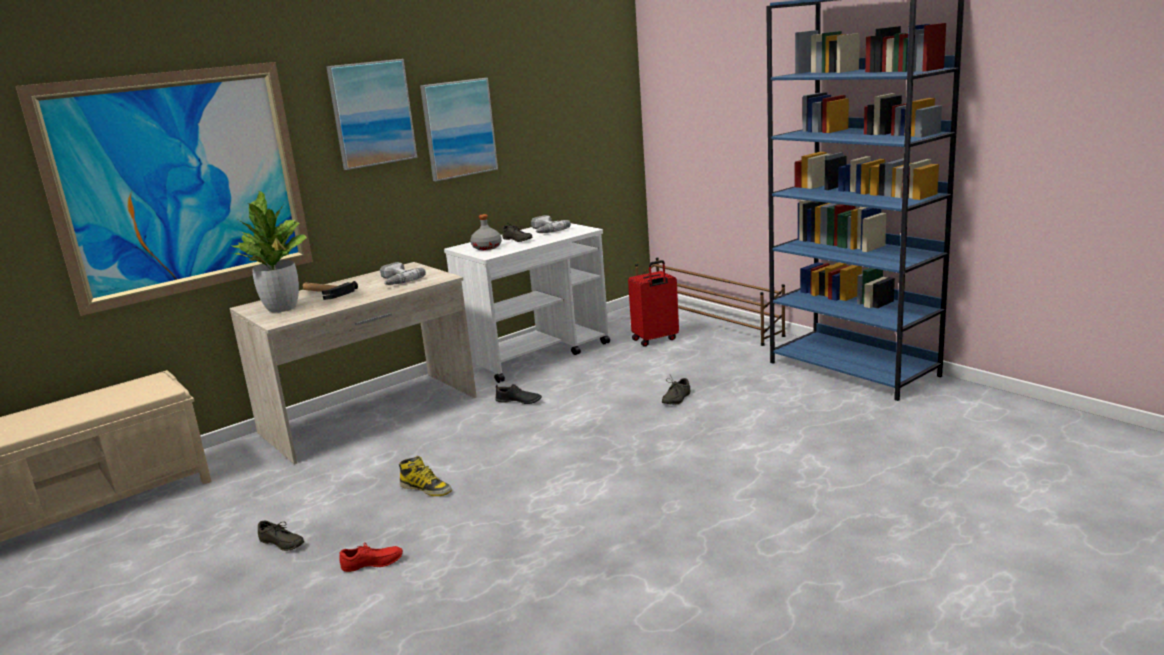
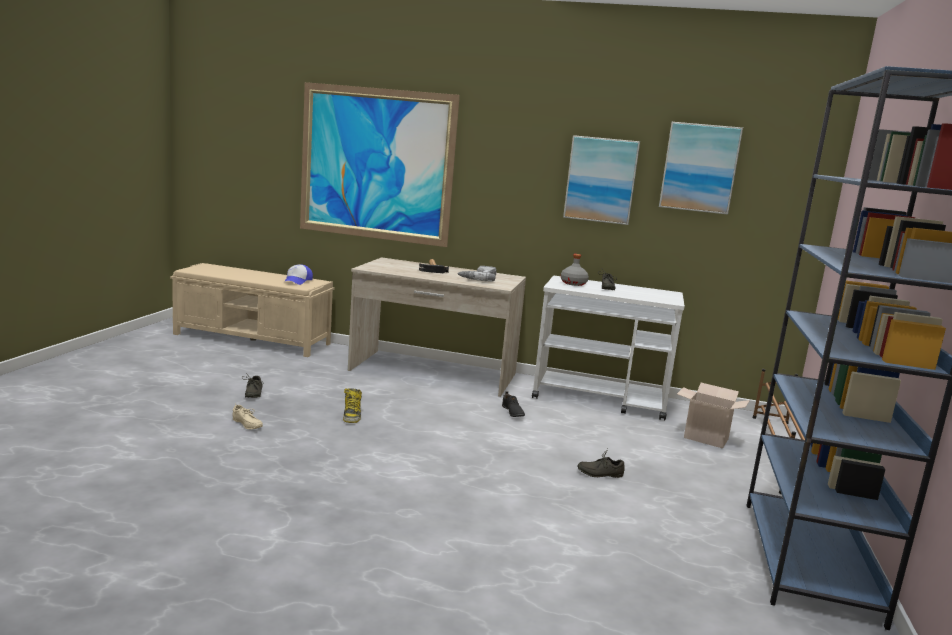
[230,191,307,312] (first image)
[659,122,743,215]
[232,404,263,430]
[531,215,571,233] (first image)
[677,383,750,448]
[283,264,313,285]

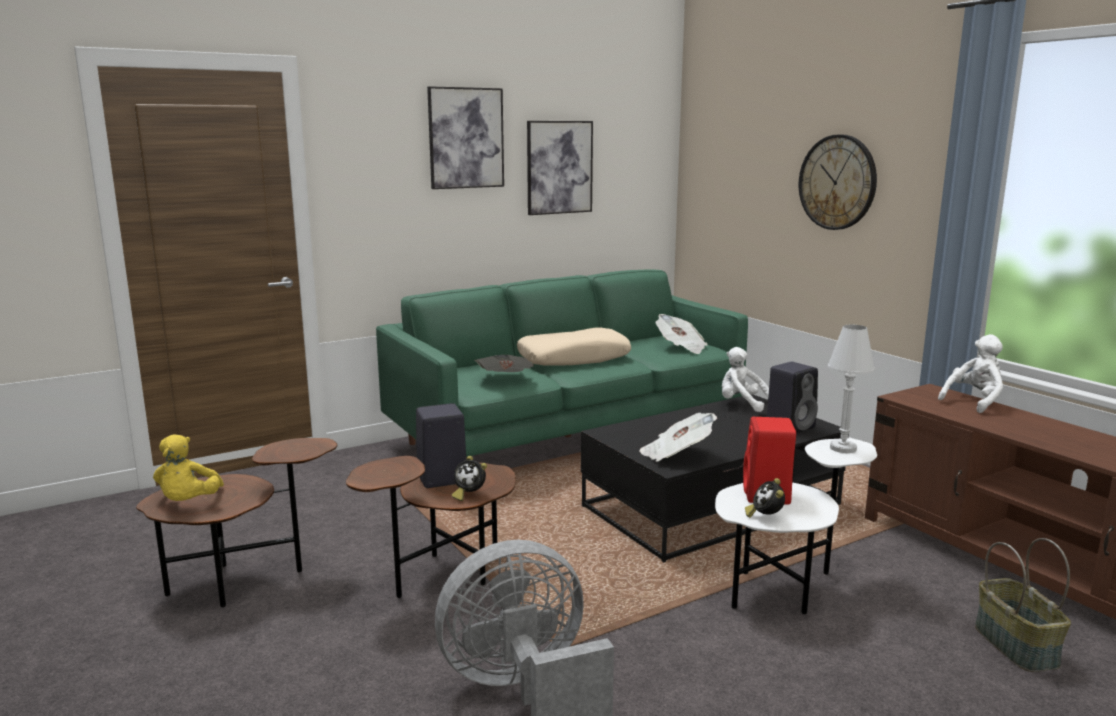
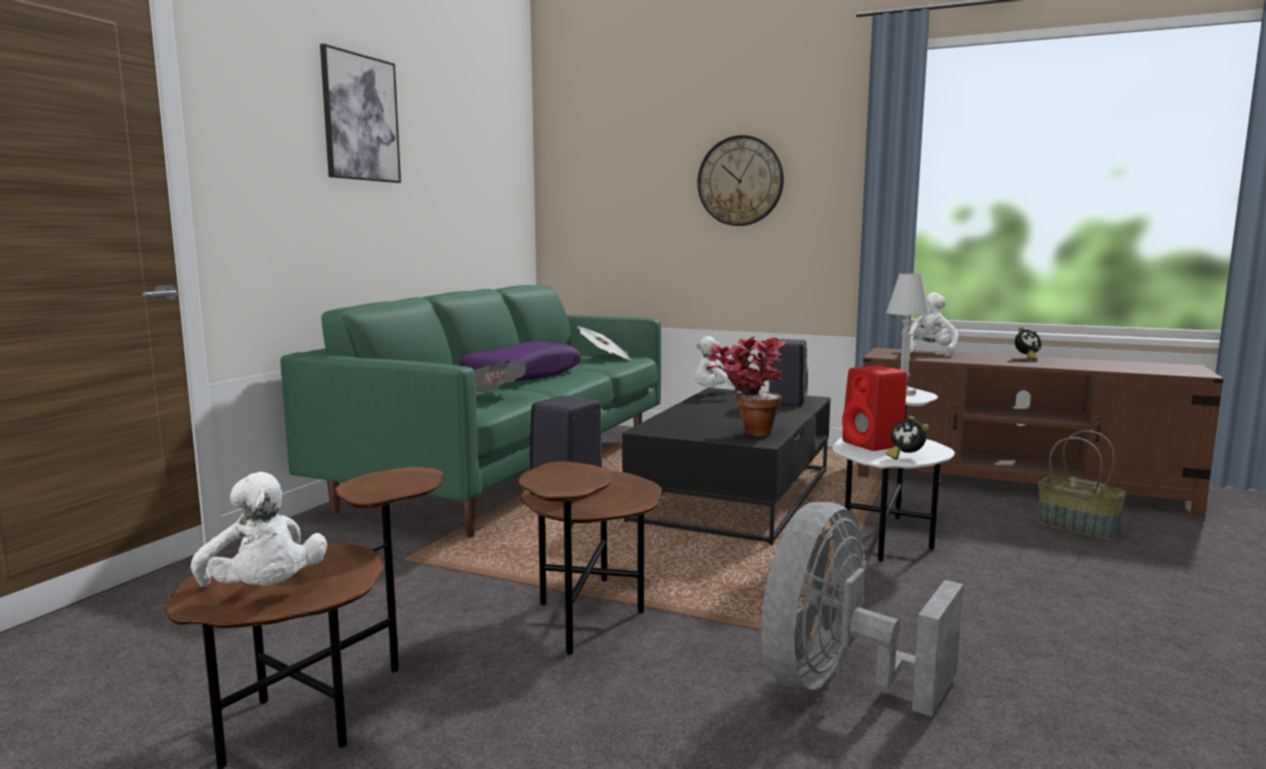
[191,472,327,587]
[1015,327,1041,361]
[459,342,581,381]
[527,121,593,215] (first image)
[707,336,786,437]

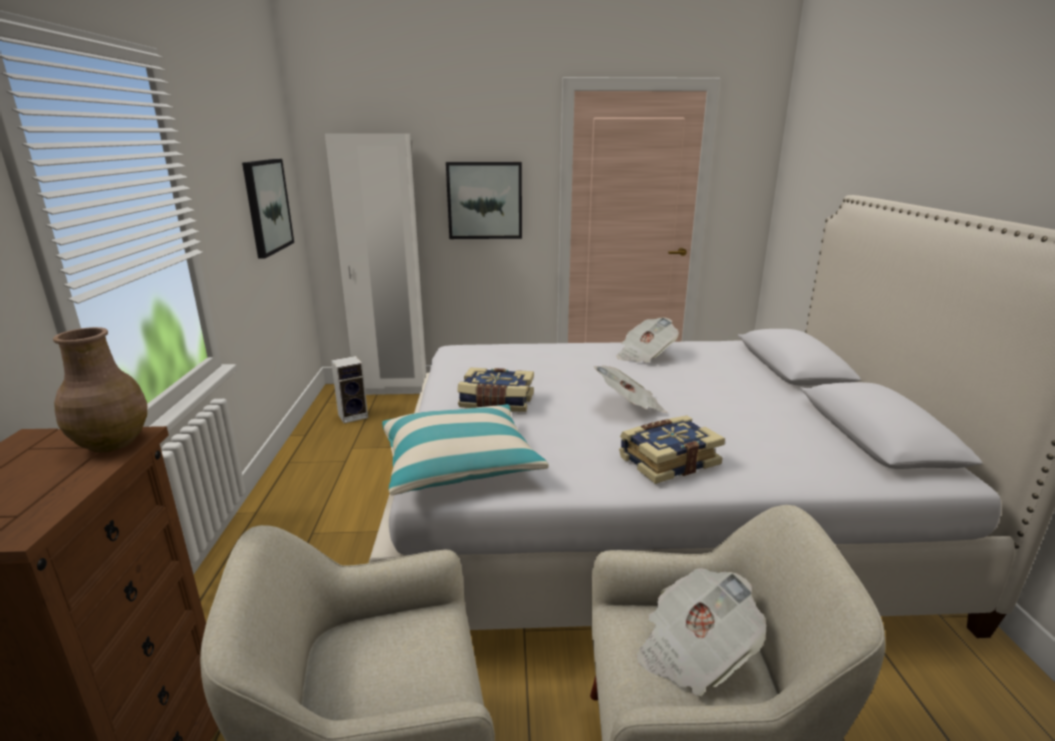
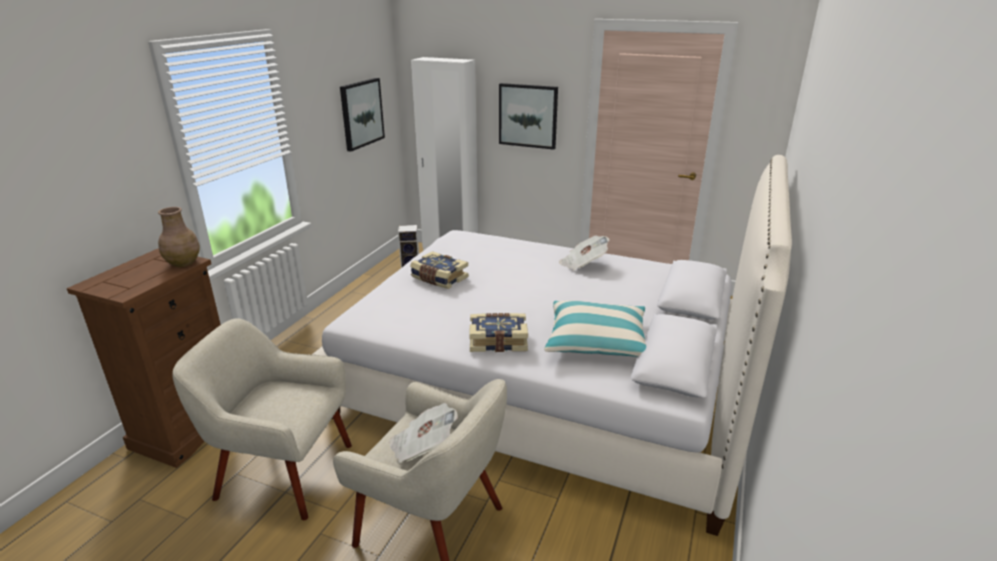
[545,301,646,357]
[594,366,667,413] (first image)

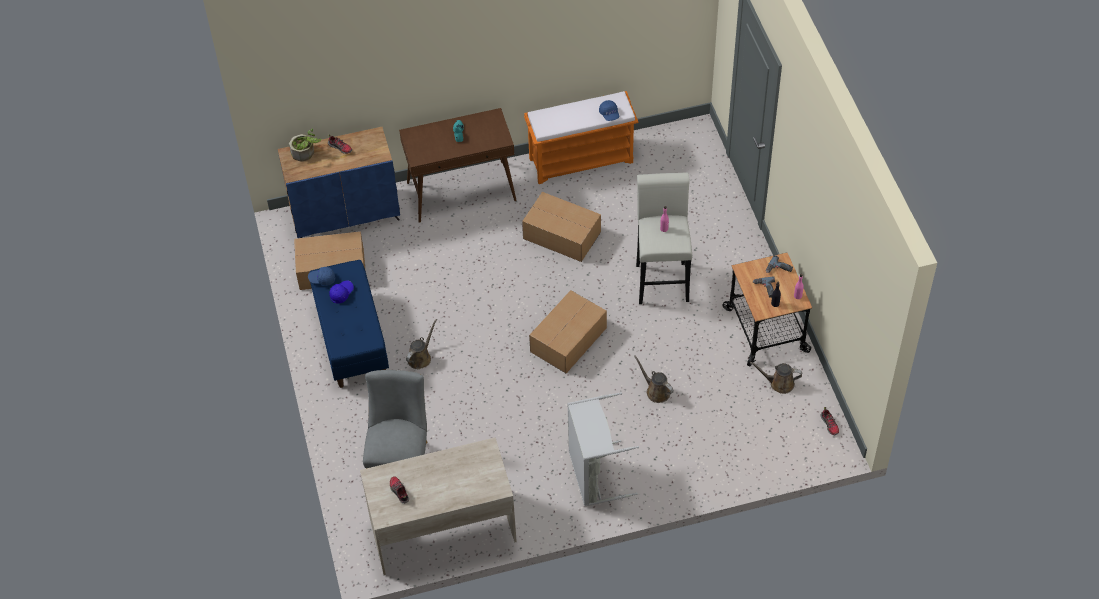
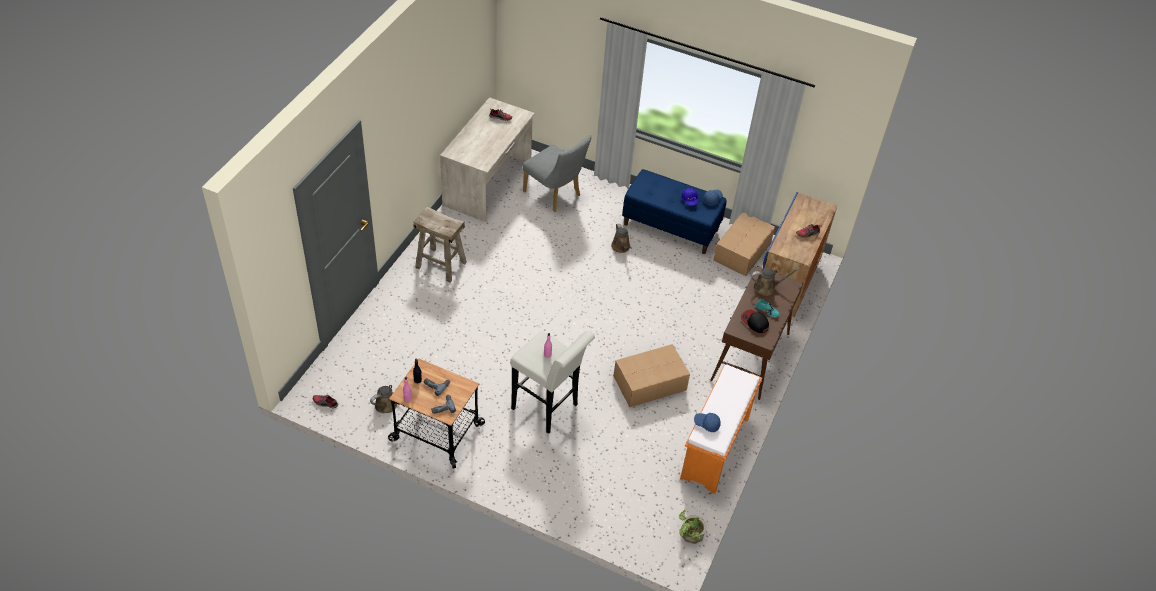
[679,510,707,544]
[529,290,607,373] (first image)
[413,207,467,283]
[751,268,800,296]
[741,310,769,333]

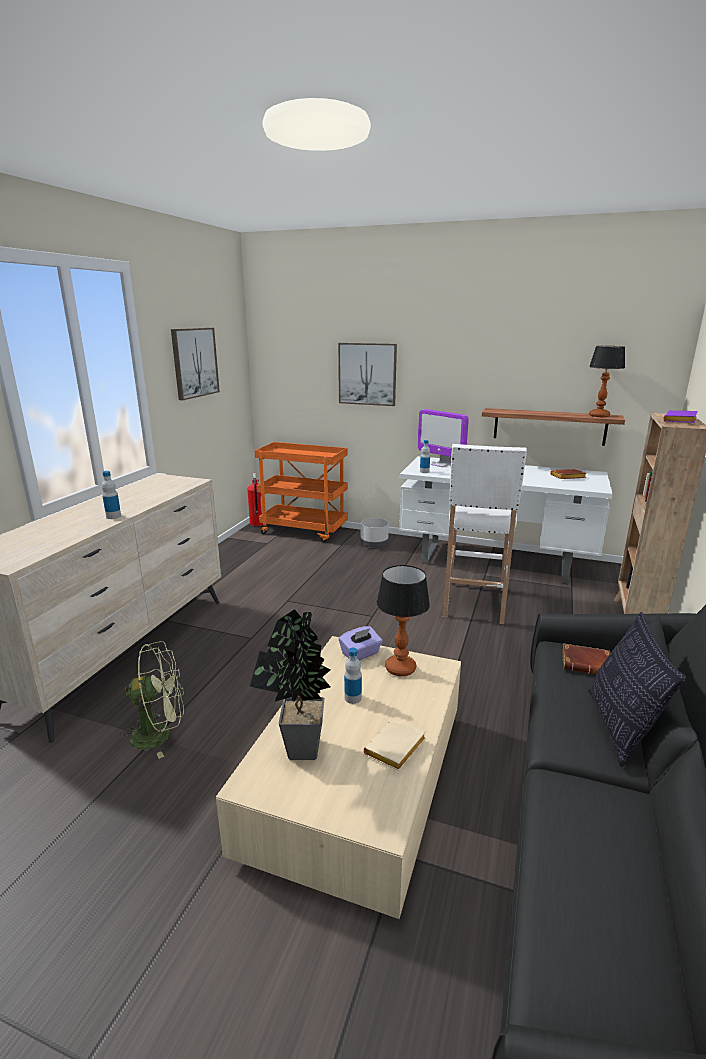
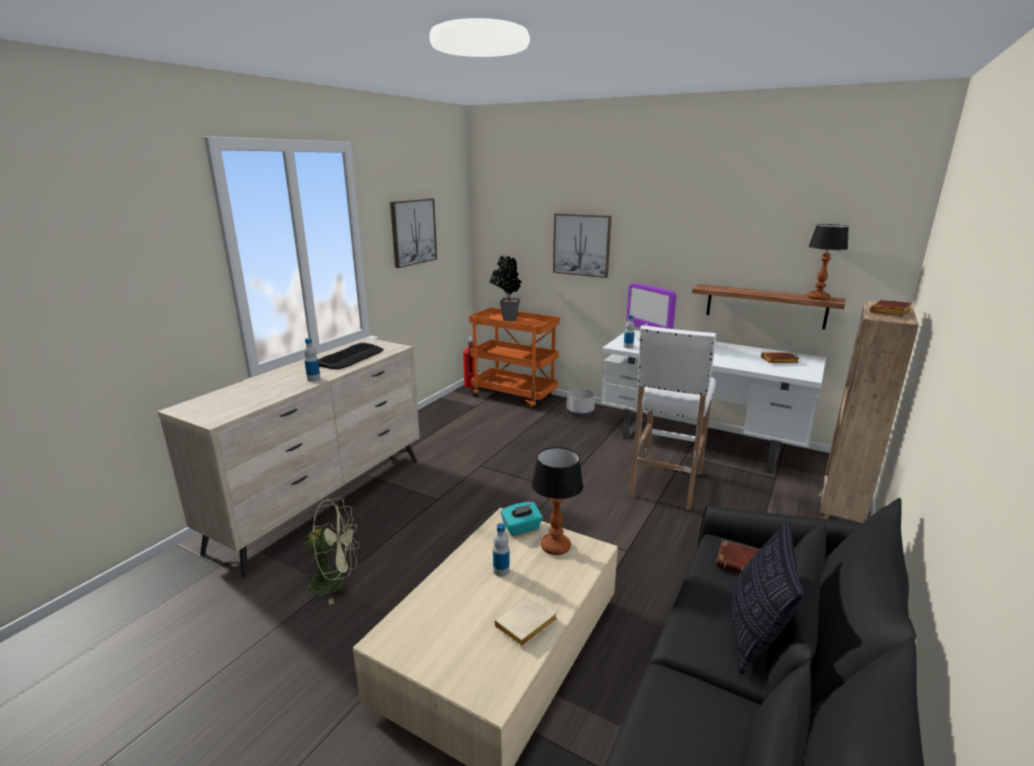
[489,255,522,321]
[501,502,543,536]
[870,300,912,316]
[318,343,384,369]

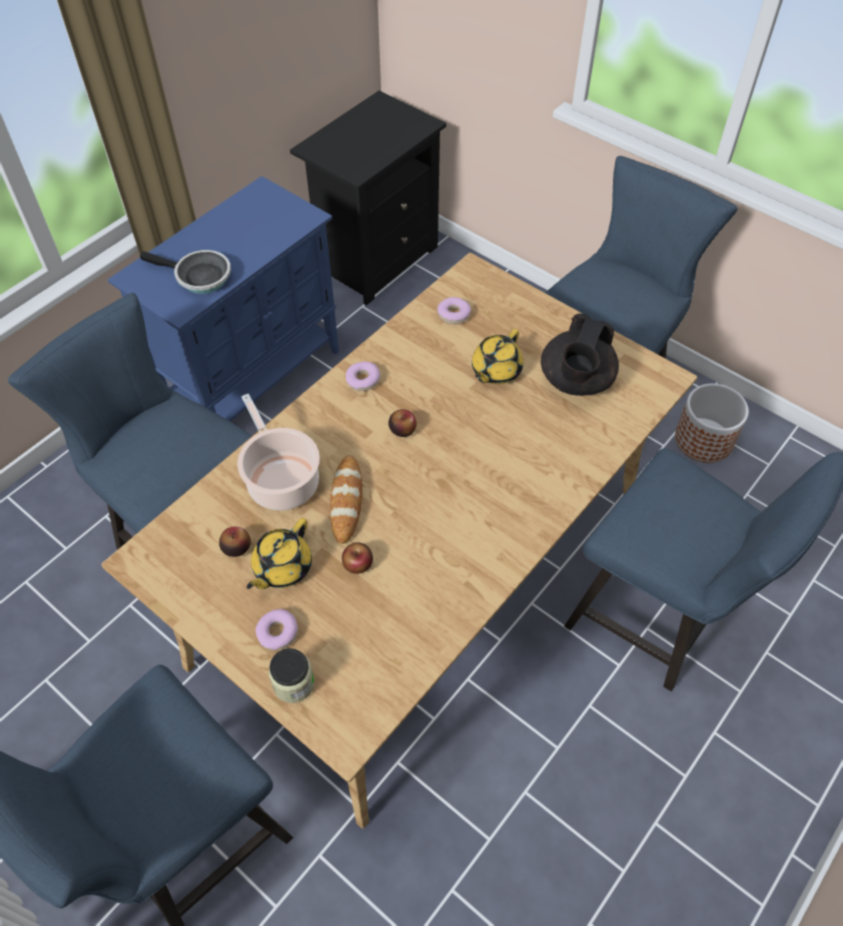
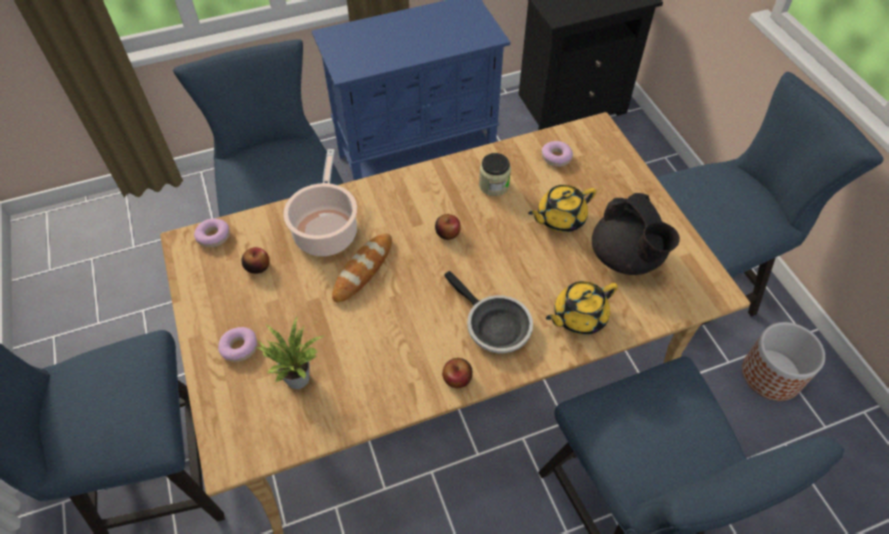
[444,271,533,353]
[546,281,618,335]
[479,153,511,196]
[442,358,473,388]
[194,219,230,247]
[592,193,680,275]
[256,317,323,389]

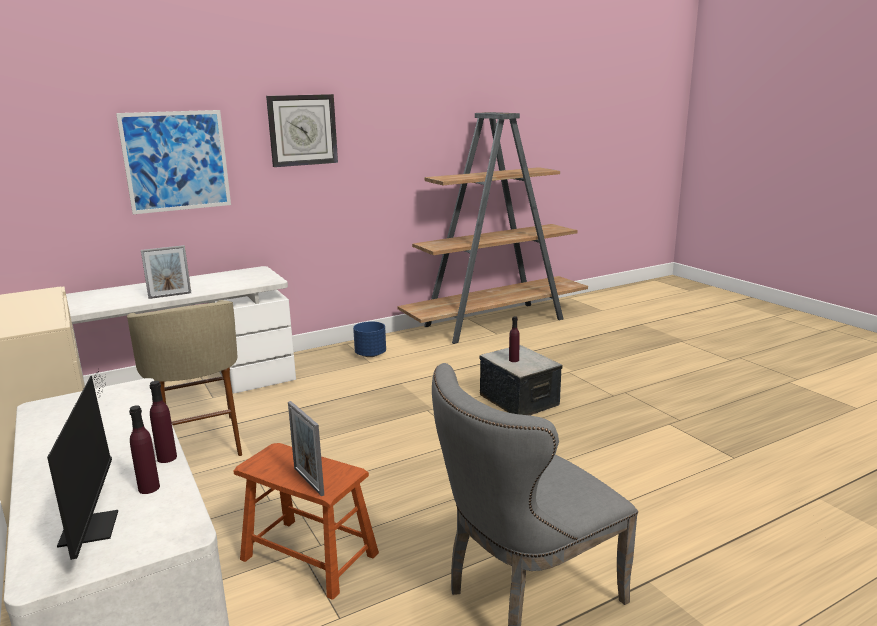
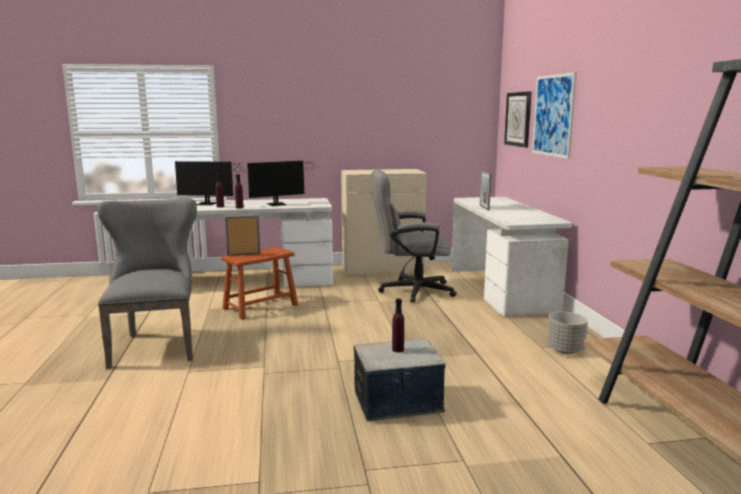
[371,169,457,303]
[504,91,532,148]
[547,312,588,354]
[247,161,320,206]

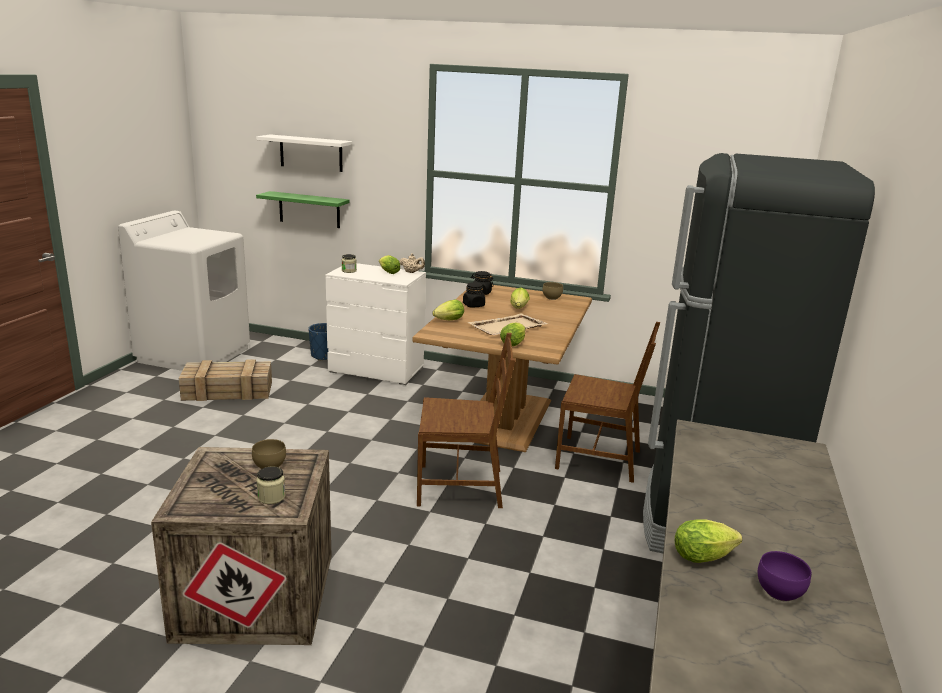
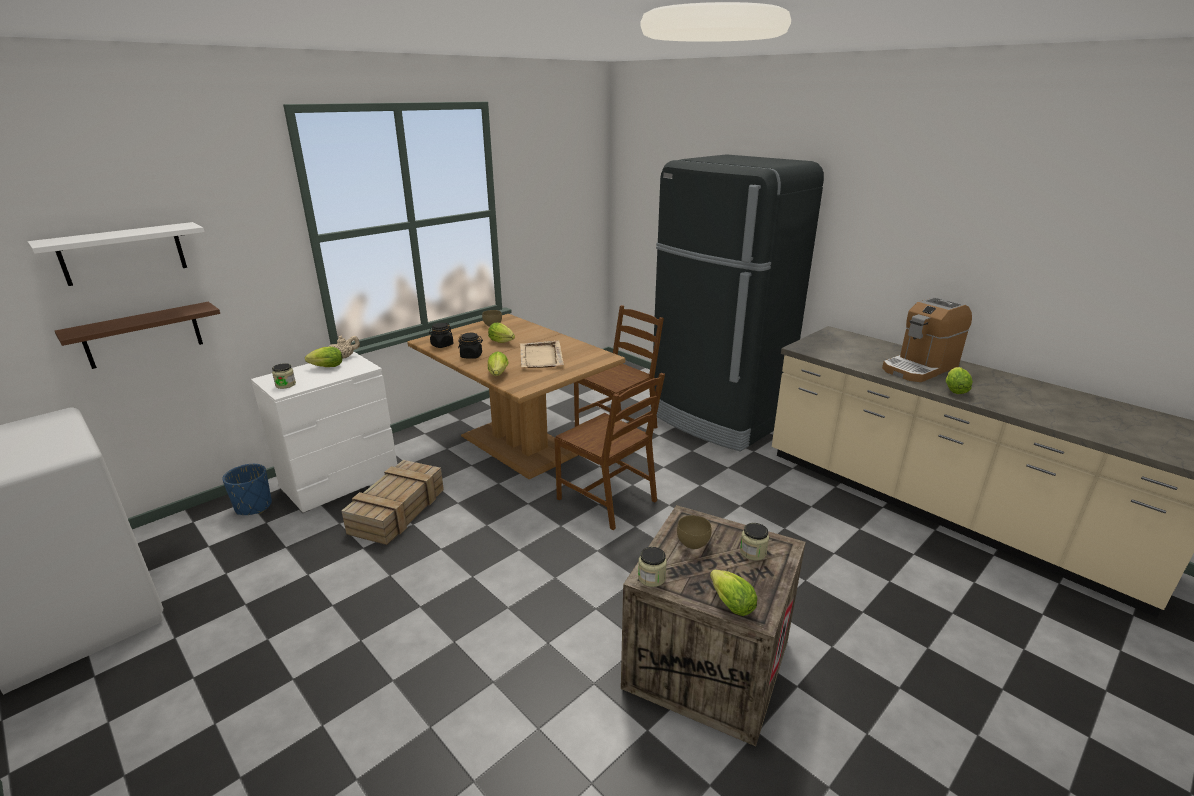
[341,460,444,545]
[55,302,220,369]
[554,373,665,530]
[710,569,757,616]
[758,551,811,601] (first image)
[638,547,667,587]
[882,297,972,382]

